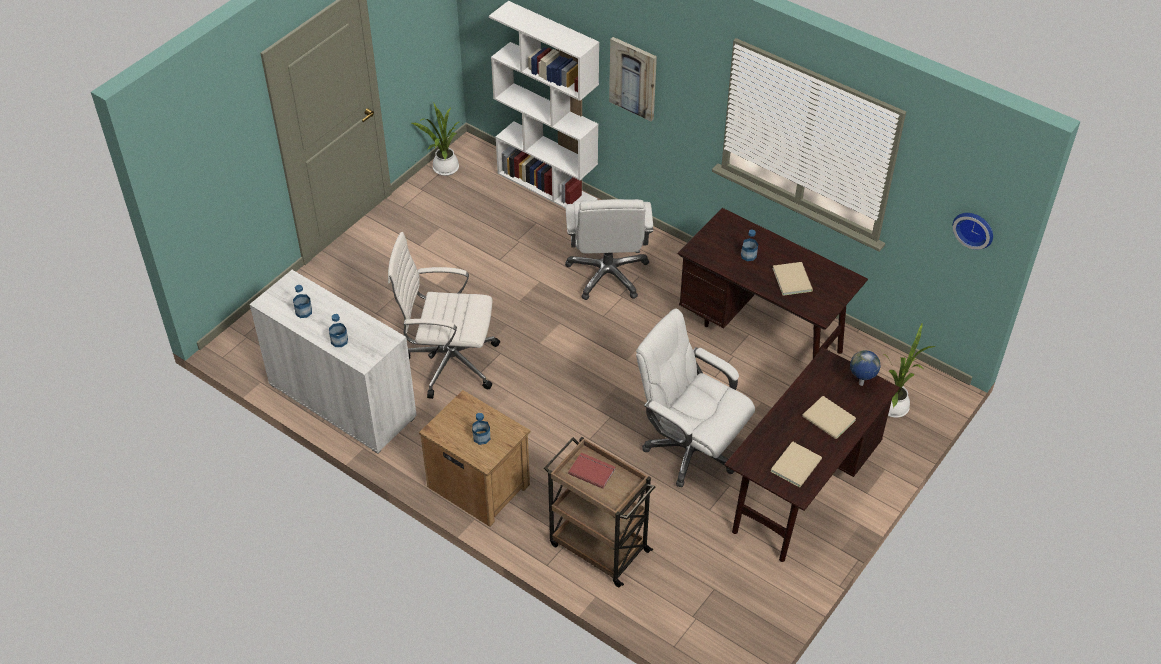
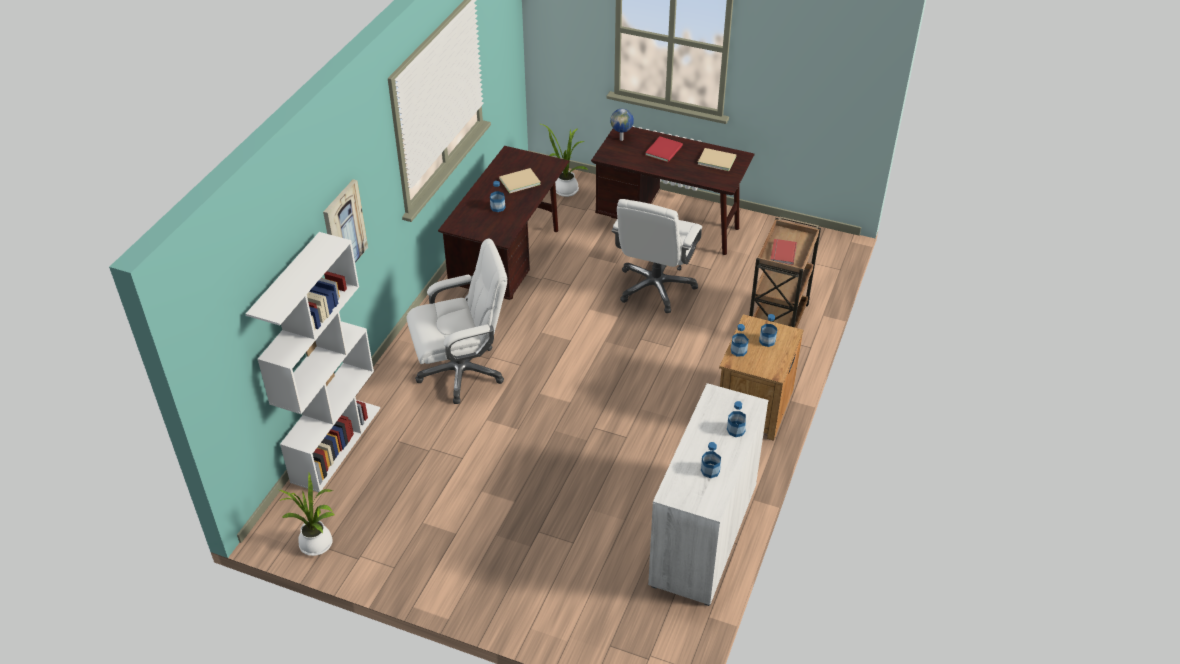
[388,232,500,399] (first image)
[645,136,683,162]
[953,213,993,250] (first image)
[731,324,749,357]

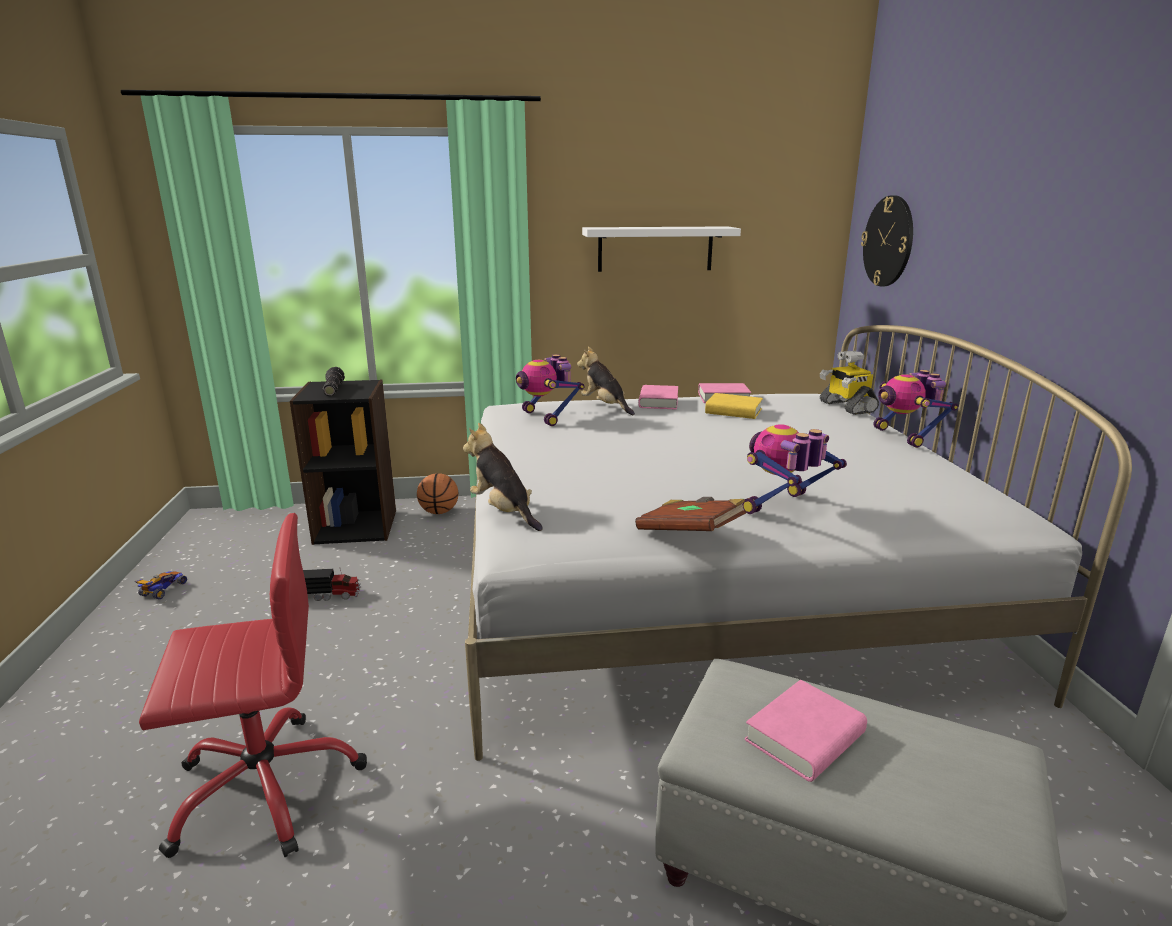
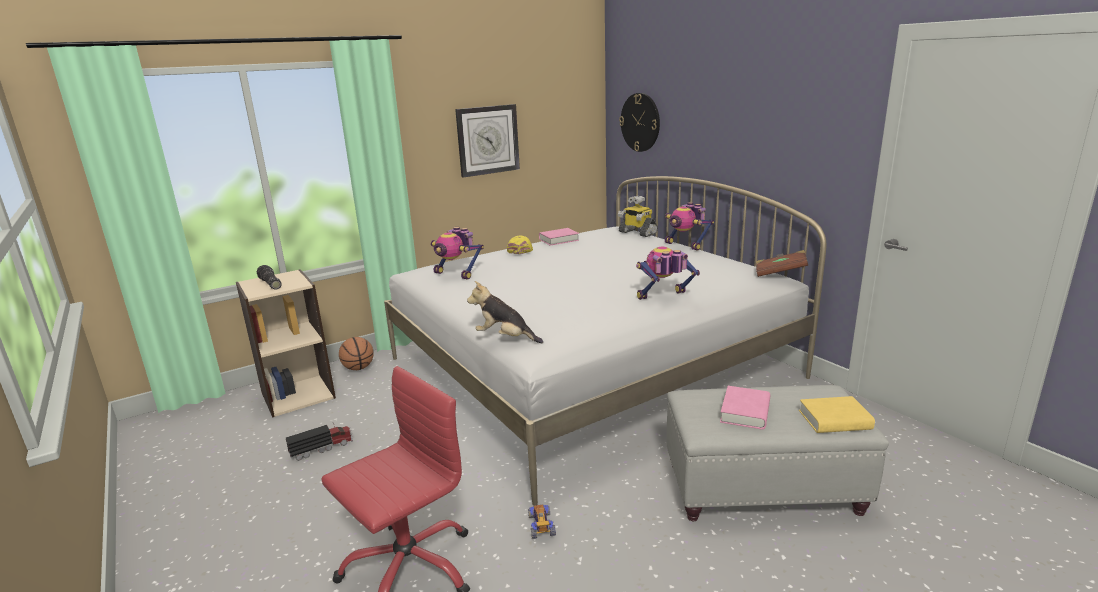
[528,505,556,539]
[236,269,336,418]
[577,347,635,415] (first image)
[455,104,520,178]
[756,250,808,277]
[507,235,533,254]
[799,396,875,433]
[636,247,700,300]

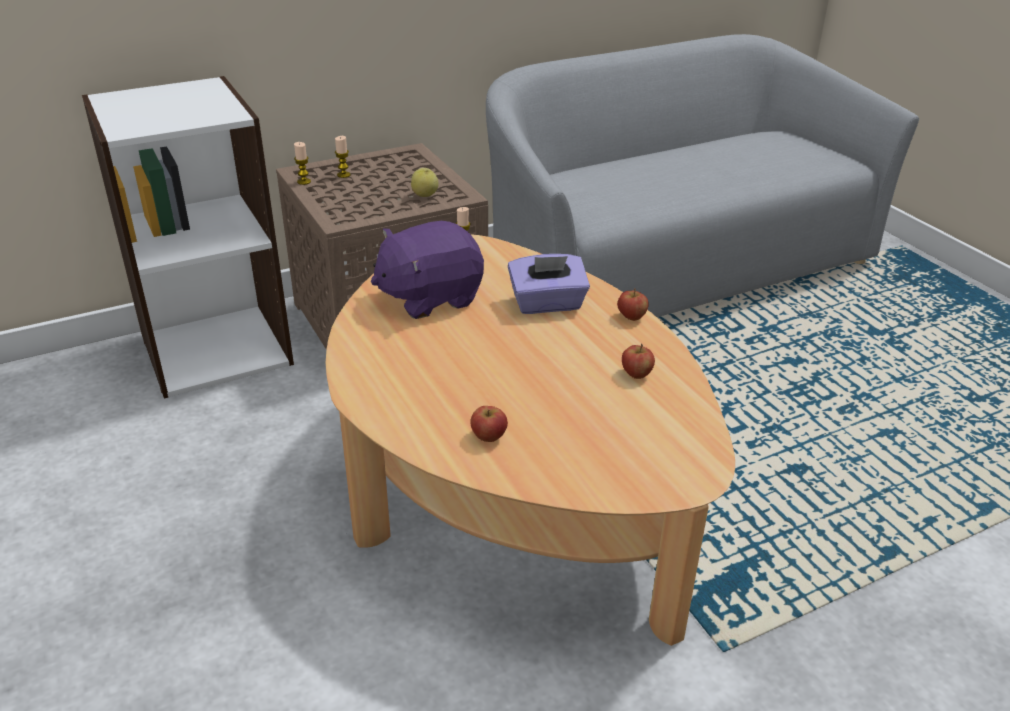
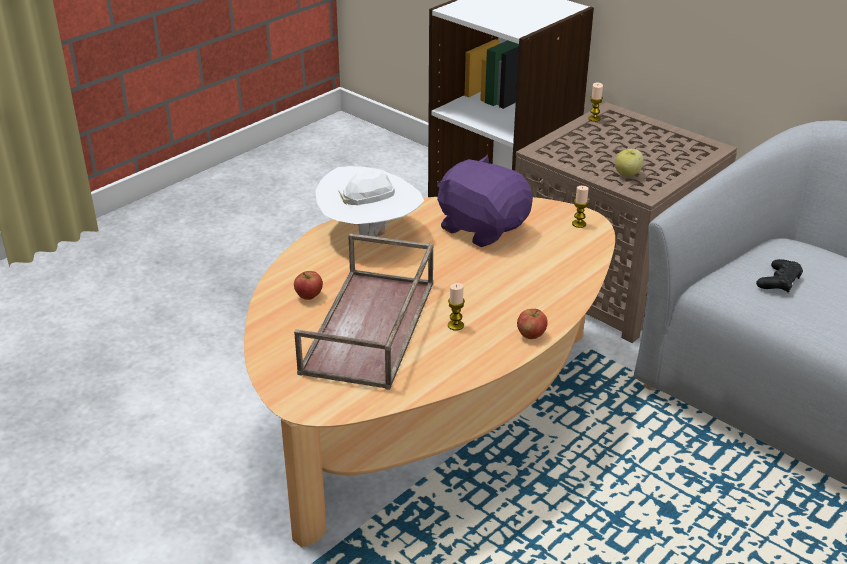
[448,283,465,331]
[508,254,590,314] (first image)
[622,344,655,379] (first image)
[294,233,434,390]
[315,166,424,243]
[756,259,803,293]

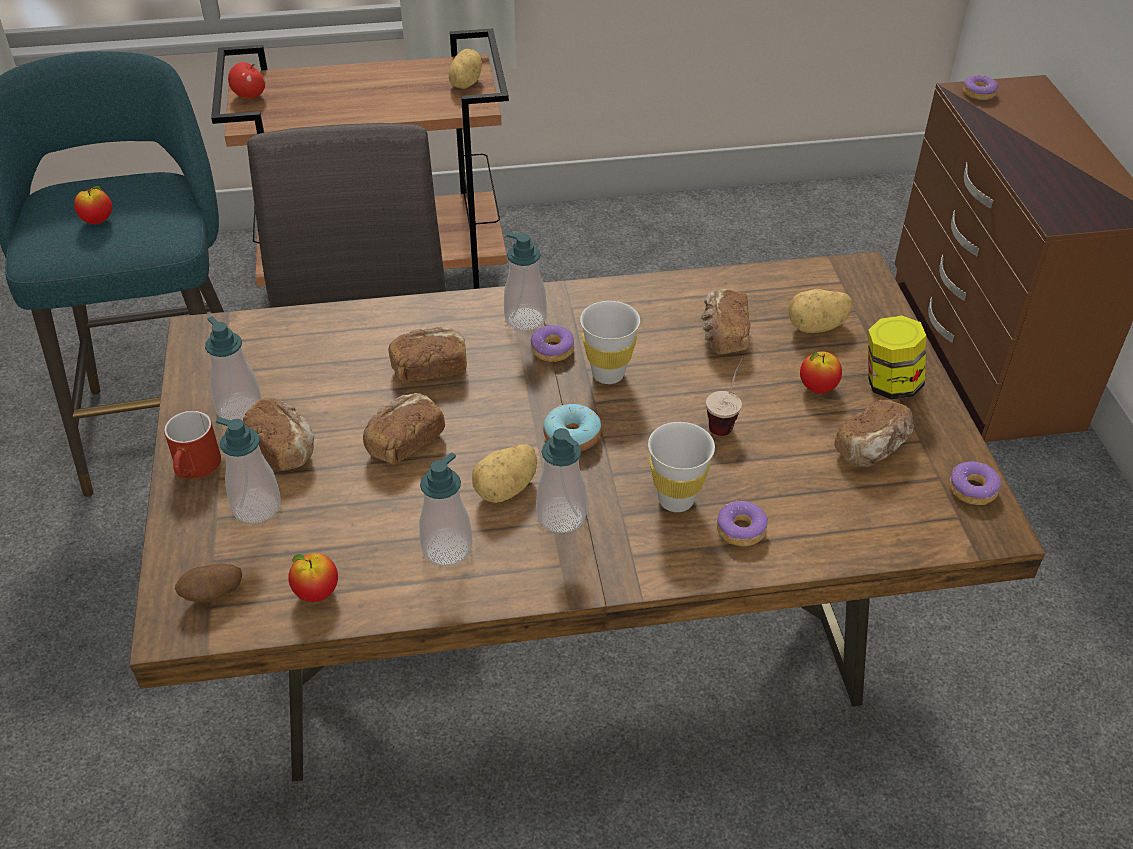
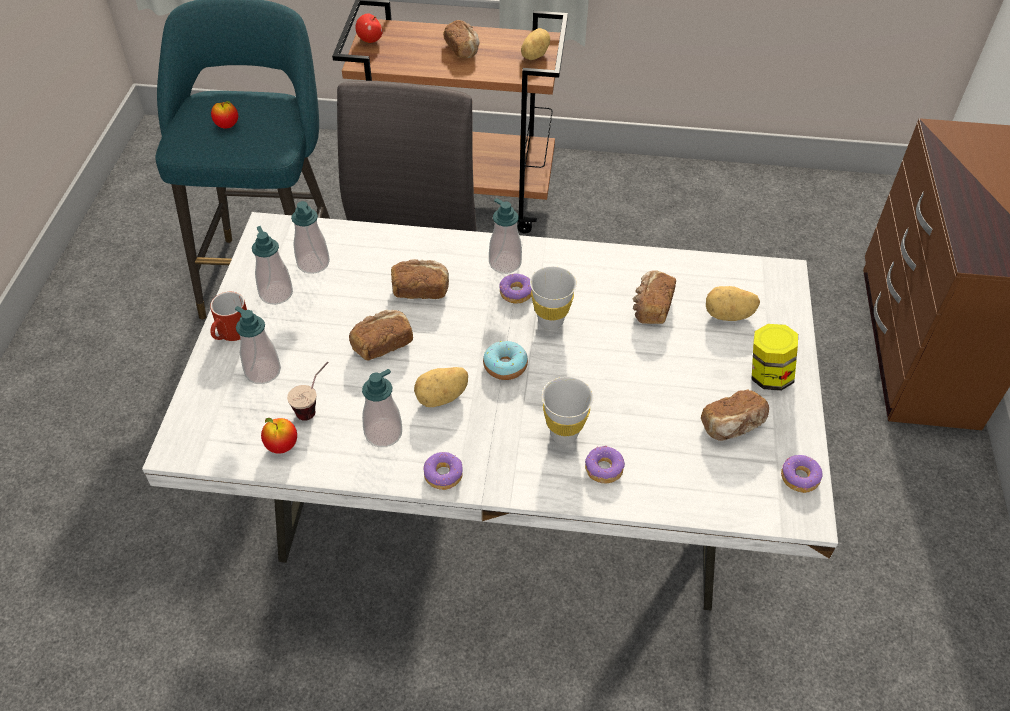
[142,212,838,610]
[175,564,242,603] (first image)
[443,20,480,58]
[291,201,330,274]
[287,362,329,421]
[800,351,842,393] (first image)
[423,452,463,490]

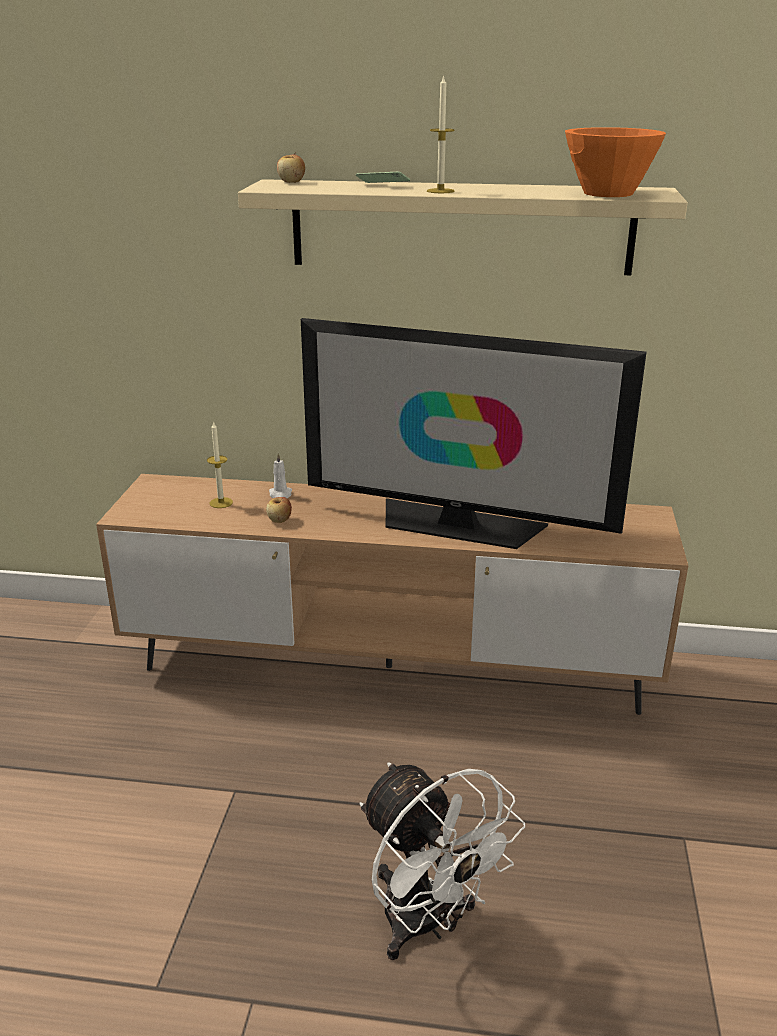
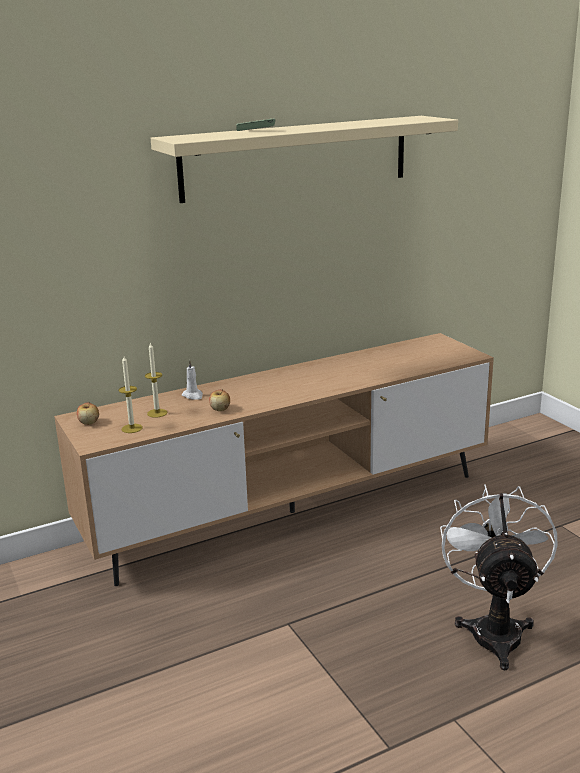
[77,403,99,425]
[301,318,646,549] (first image)
[440,484,557,670]
[119,356,143,433]
[565,127,666,197] (first image)

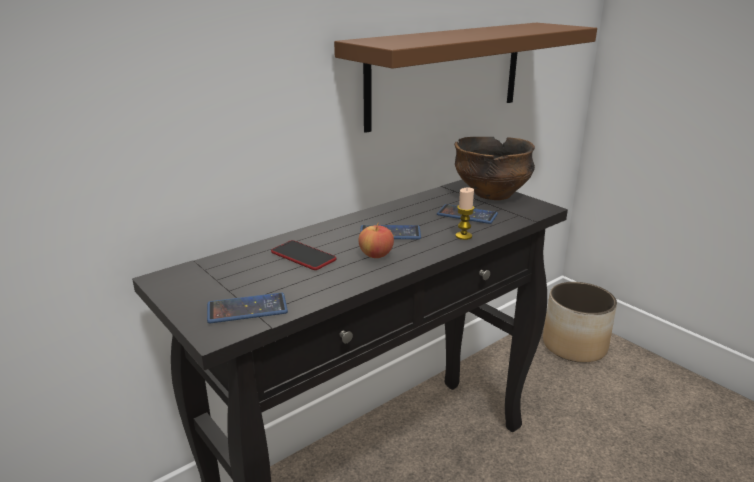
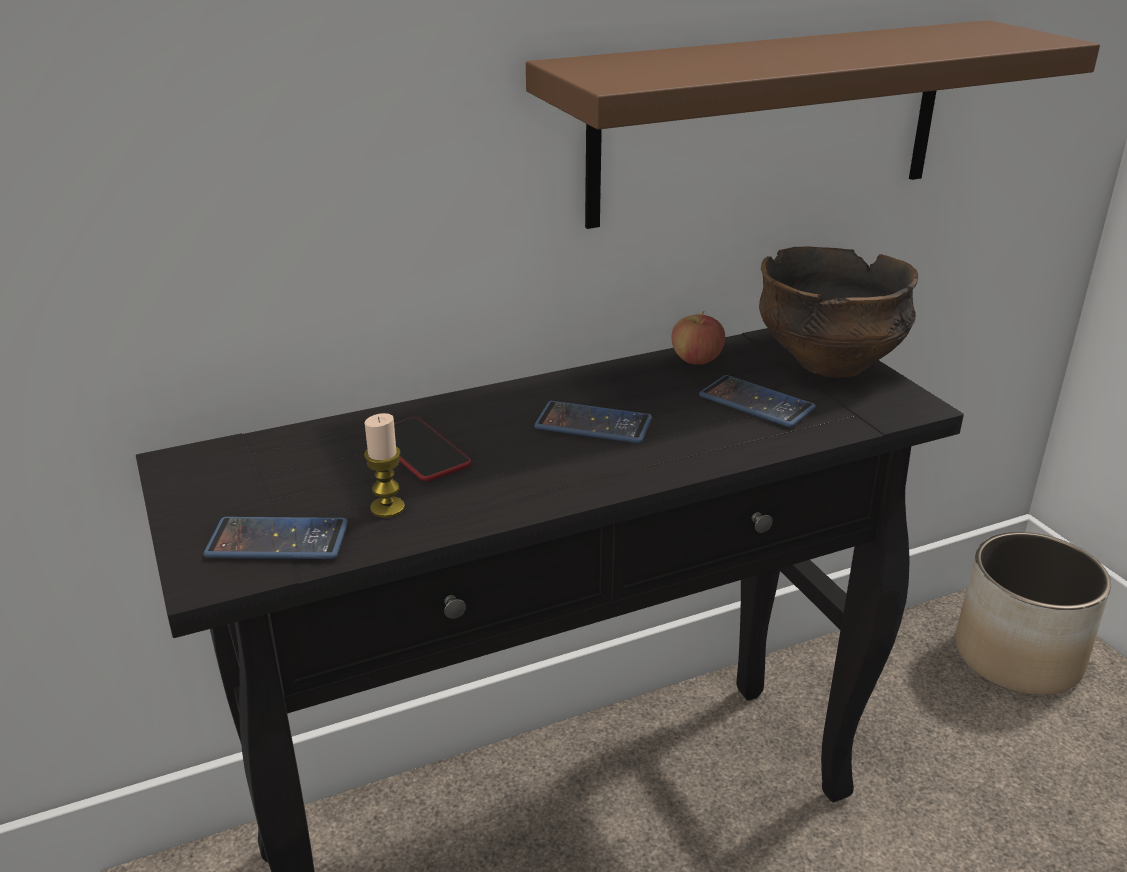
[672,310,725,365]
[364,413,405,518]

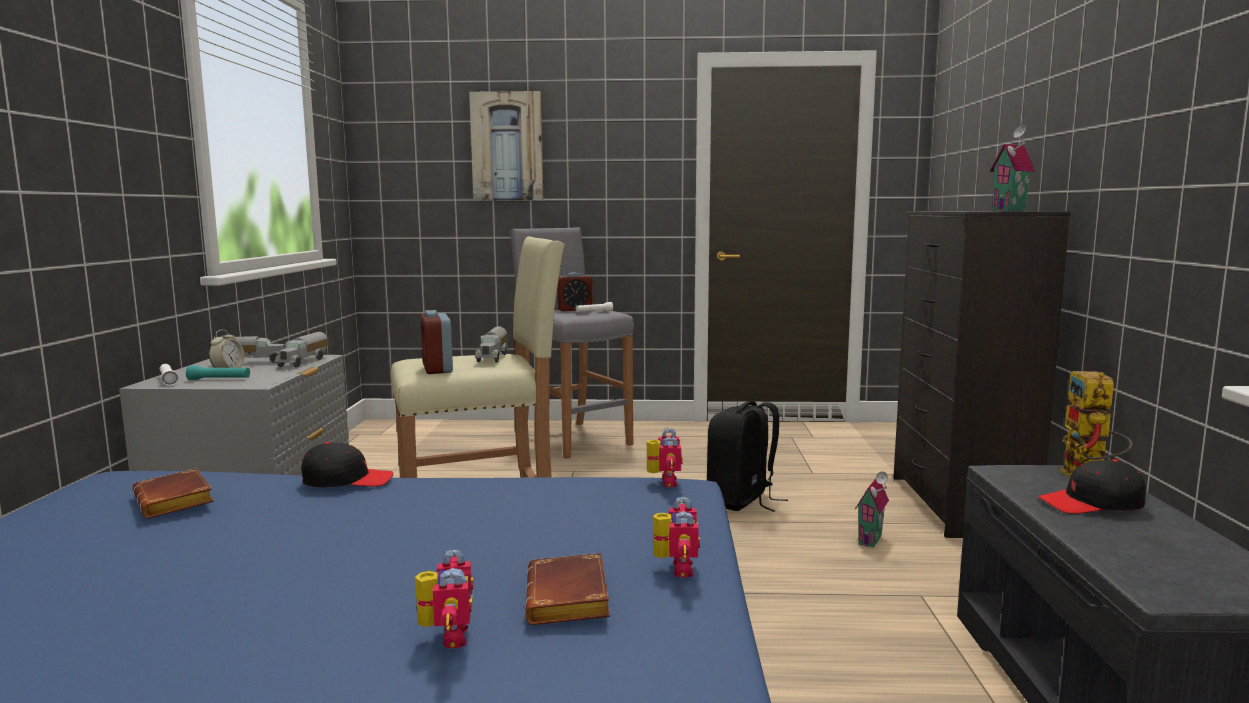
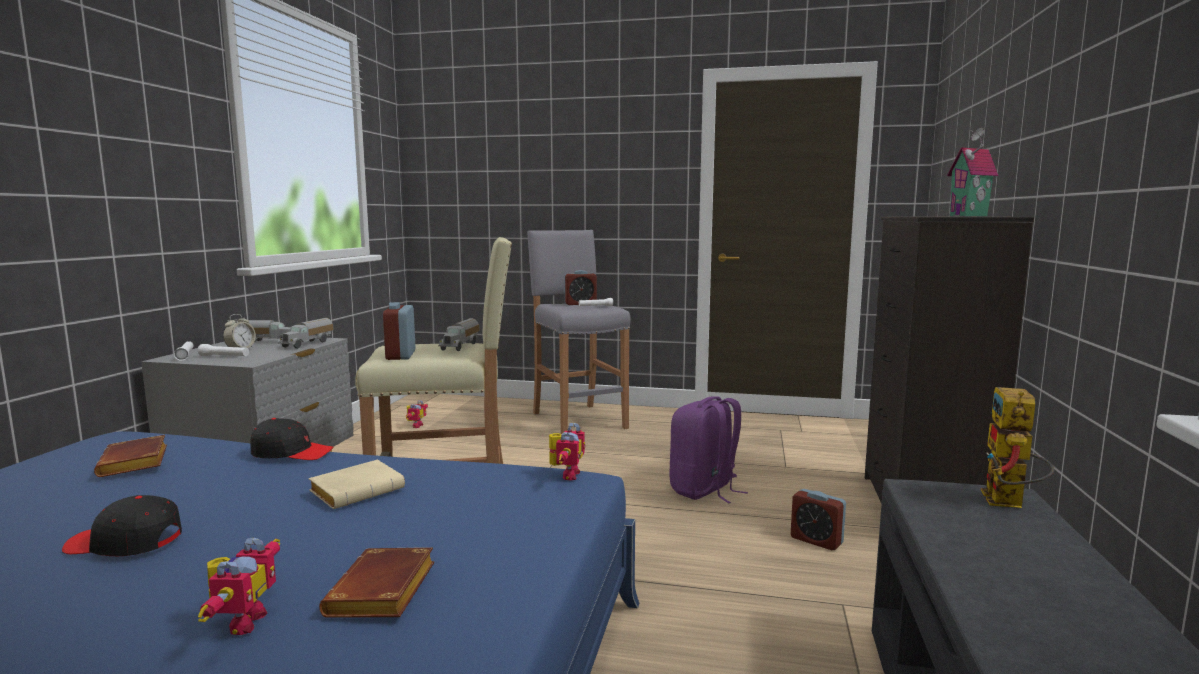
[198,344,249,356]
[469,91,543,201] (first image)
[406,400,428,428]
[670,396,748,503]
[791,489,846,550]
[62,495,182,556]
[309,460,405,509]

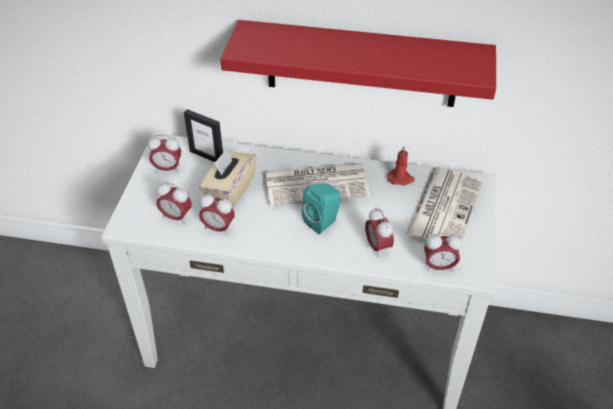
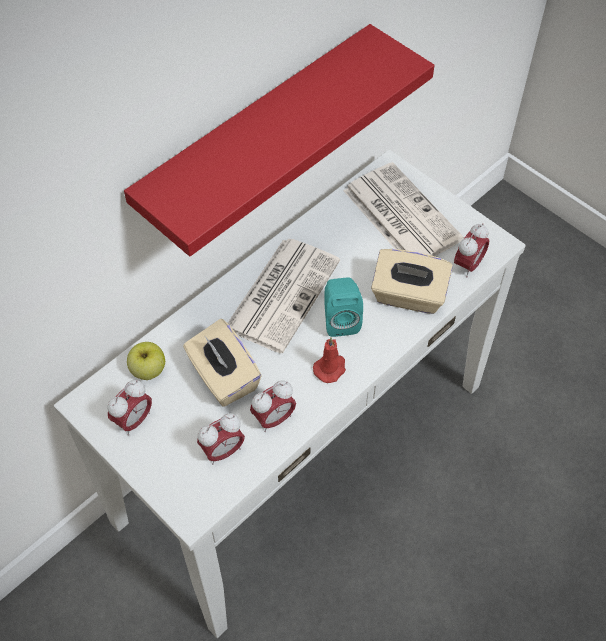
[127,342,165,380]
[371,249,453,314]
[313,337,346,383]

